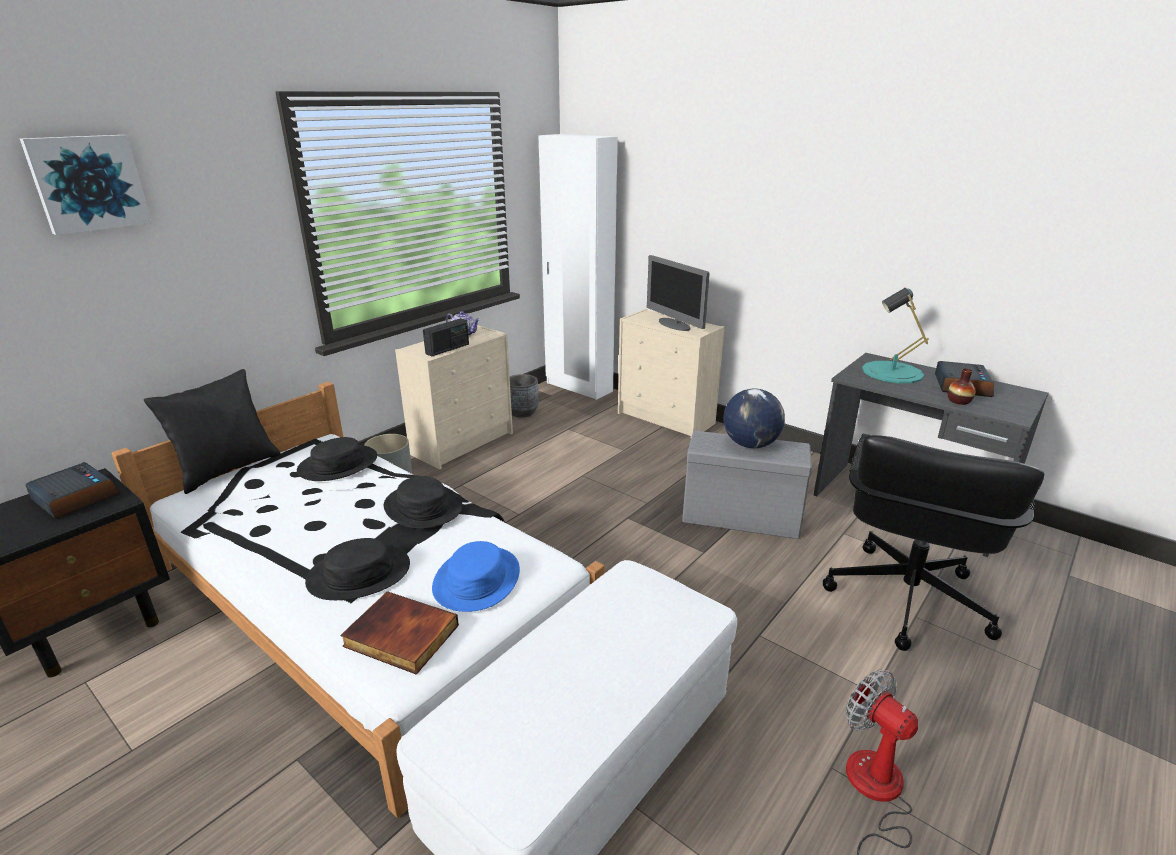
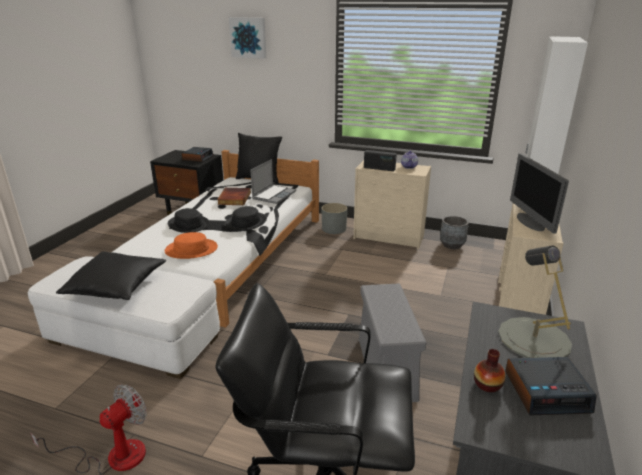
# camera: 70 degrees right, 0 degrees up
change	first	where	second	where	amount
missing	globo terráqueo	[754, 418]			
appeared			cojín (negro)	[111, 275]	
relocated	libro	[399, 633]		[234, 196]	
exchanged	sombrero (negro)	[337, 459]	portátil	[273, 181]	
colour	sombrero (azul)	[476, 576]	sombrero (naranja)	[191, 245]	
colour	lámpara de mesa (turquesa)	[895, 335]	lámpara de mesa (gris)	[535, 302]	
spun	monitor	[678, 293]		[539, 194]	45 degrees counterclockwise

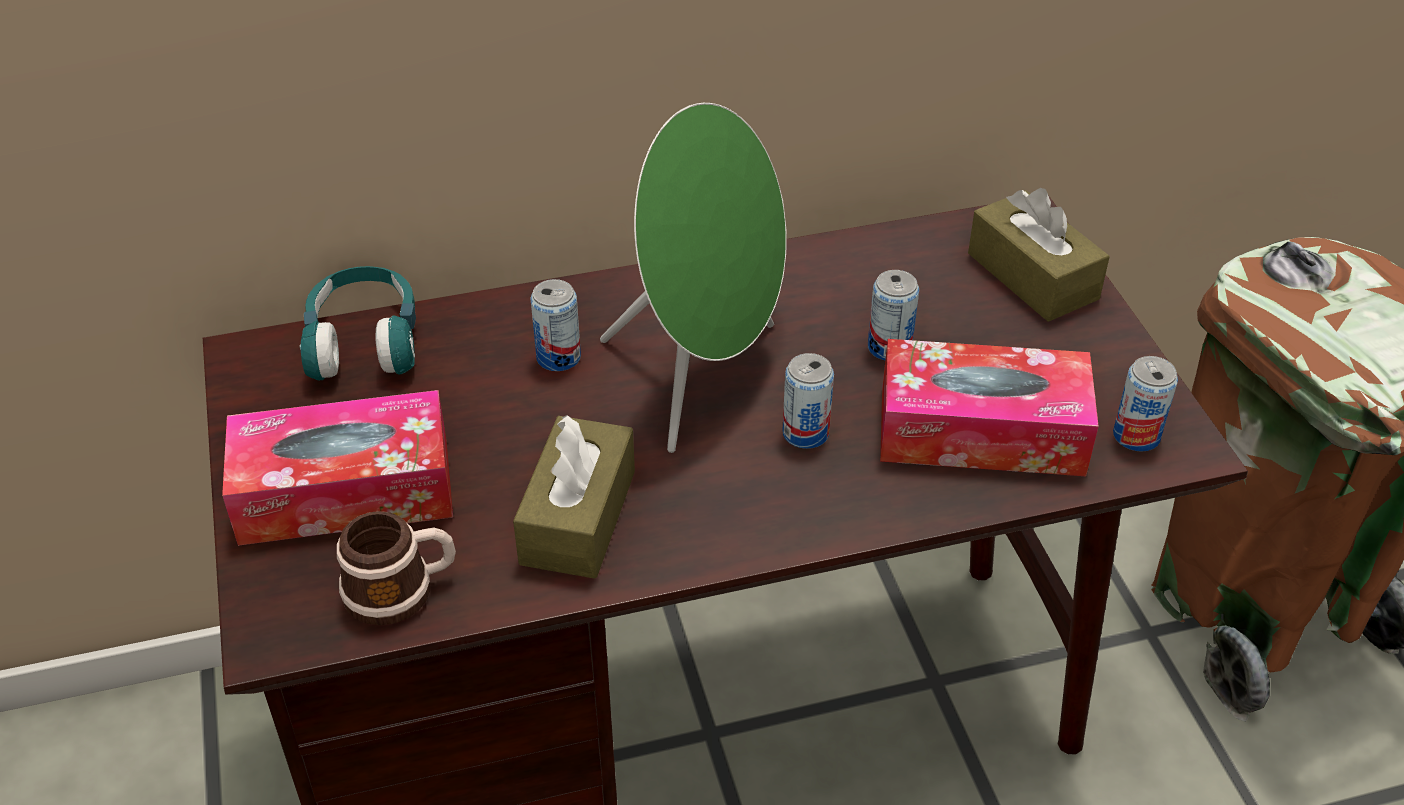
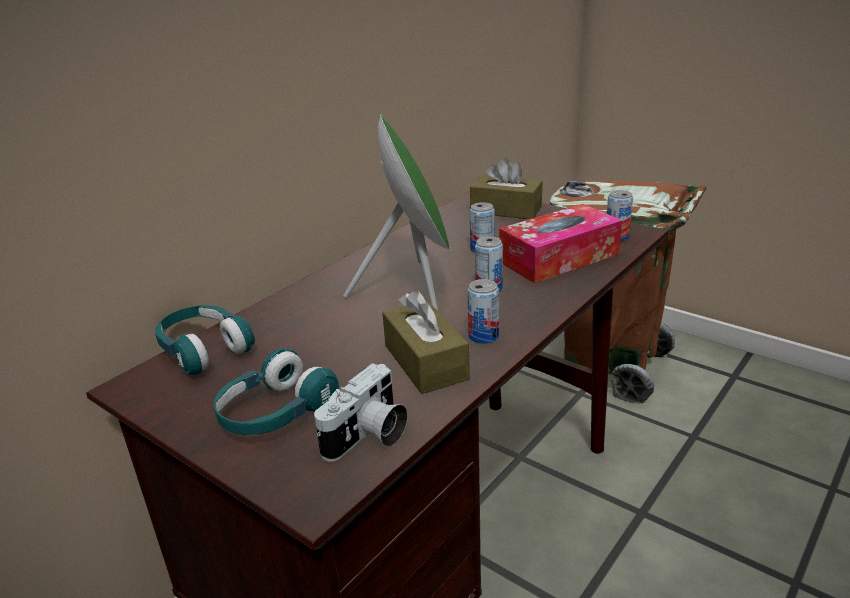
# camera: 35 degrees left, 15 degrees down
change	first	where	second	where	amount
relocated	lata	[555, 325]		[483, 311]	
exchanged	caja de pañuelos	[337, 468]	auriculares (turquesa)	[276, 391]	
exchanged	taza grande	[396, 568]	cámara	[361, 412]	

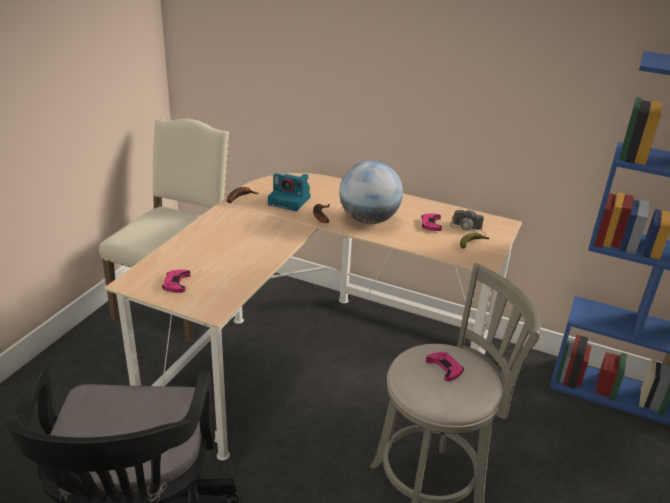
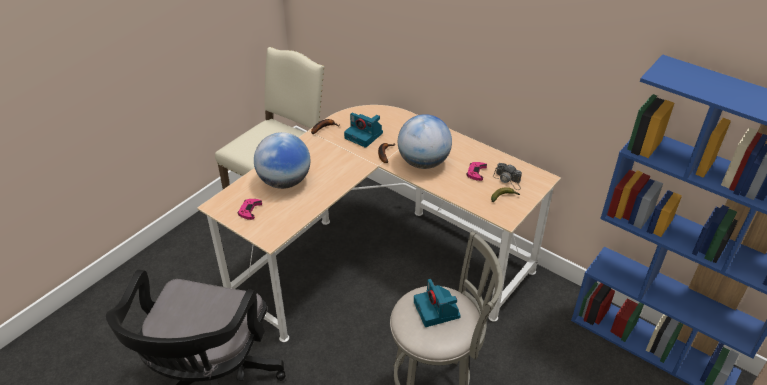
# camera: 15 degrees right, 10 degrees up
change	first	where	second	where	amount
appeared			globo terráqueo	[282, 160]	
exchanged	mando de consola (rosa)	[445, 366]	cámara	[437, 303]	

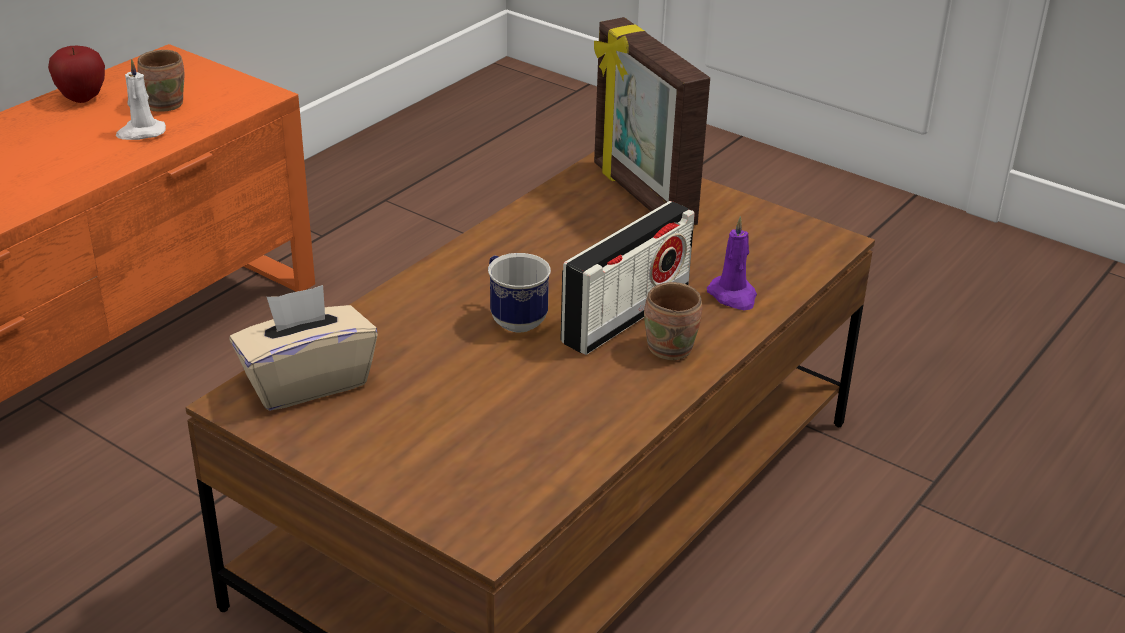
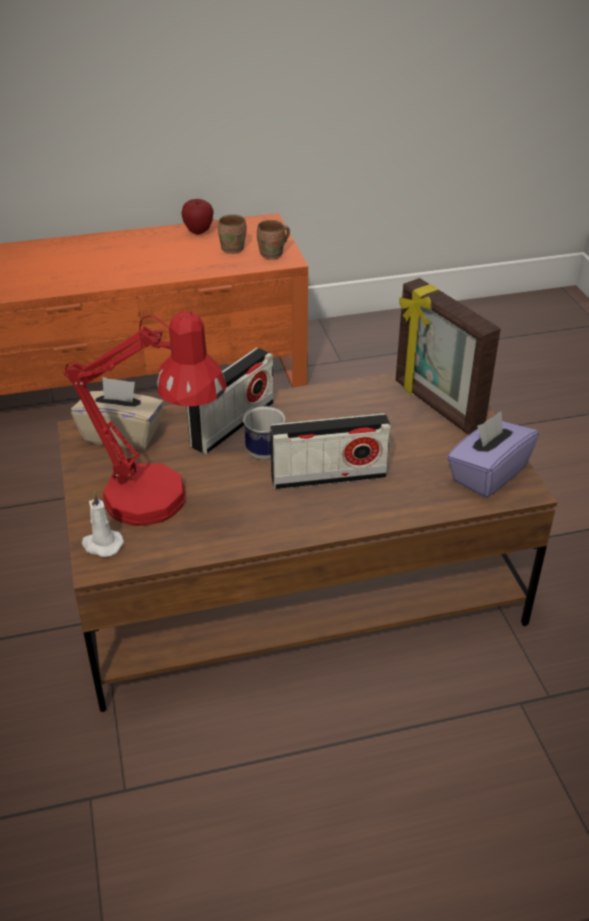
# camera: 40 degrees right, 5 degrees up
change	first	where	second	where	amount
missing	vela (morado)	[732, 263]			
appeared			lámpara de mesa (rojo)	[145, 418]	
appeared			radio	[230, 401]	
appeared			caja de pañuelos (morado)	[493, 454]	
relocated	vela (blanco)	[141, 99]		[103, 524]	
relocated	taza grande (marrón)	[673, 321]		[273, 240]	
spun	portarretratos	[652, 121]		[448, 356]	45 degrees counterclockwise

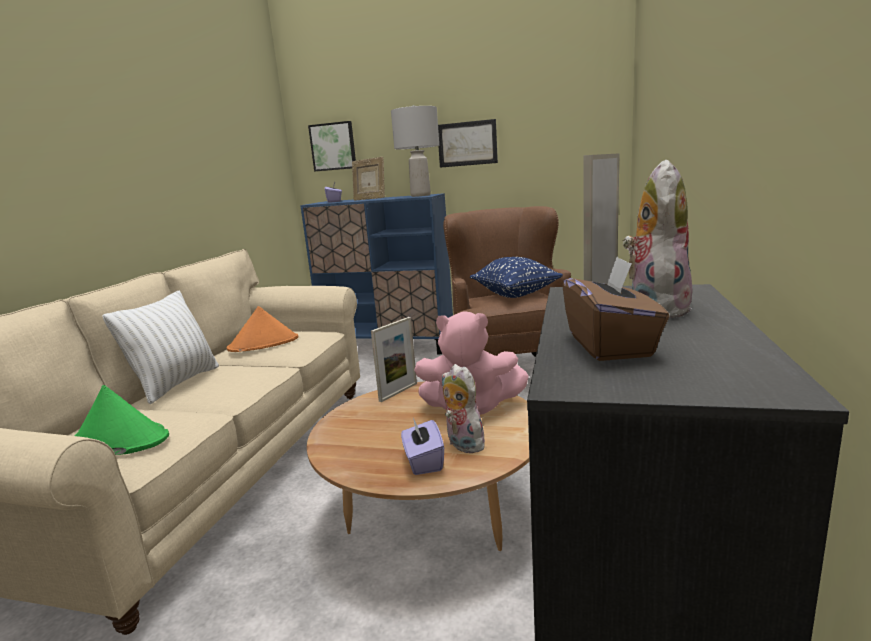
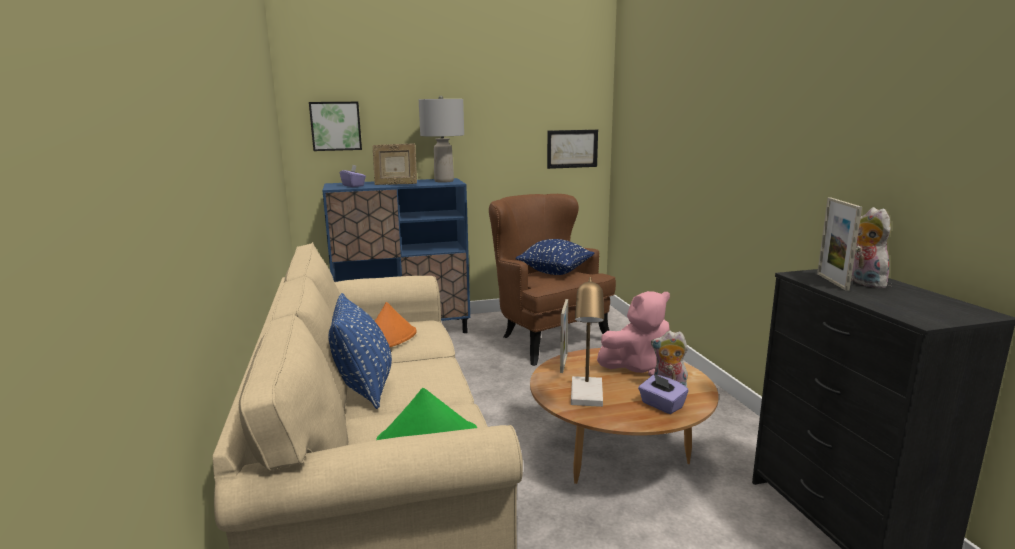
# camera: 30 degrees left, 0 degrees up
change	first	where	second	where	amount
missing	caja de pañuelos (marrón)	[615, 308]			
appeared			lámpara de mesa	[587, 342]	
relocated	cuadro	[468, 143]		[572, 149]	
colour	cojín (blanco)	[160, 347]	cojín (azul)	[360, 351]	

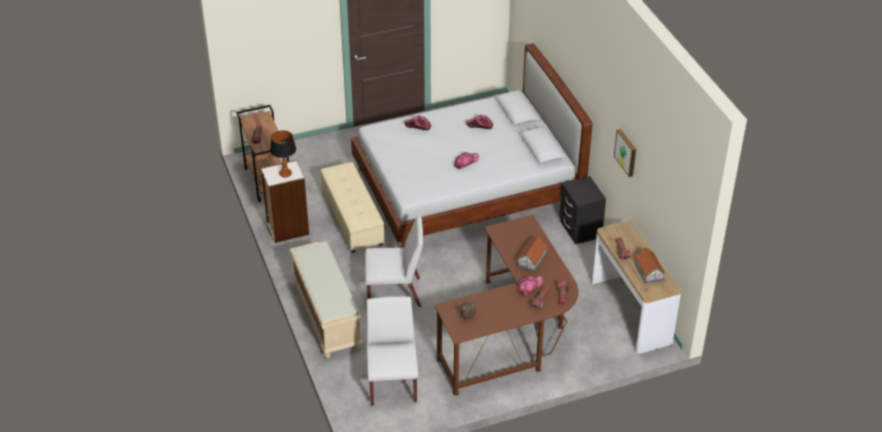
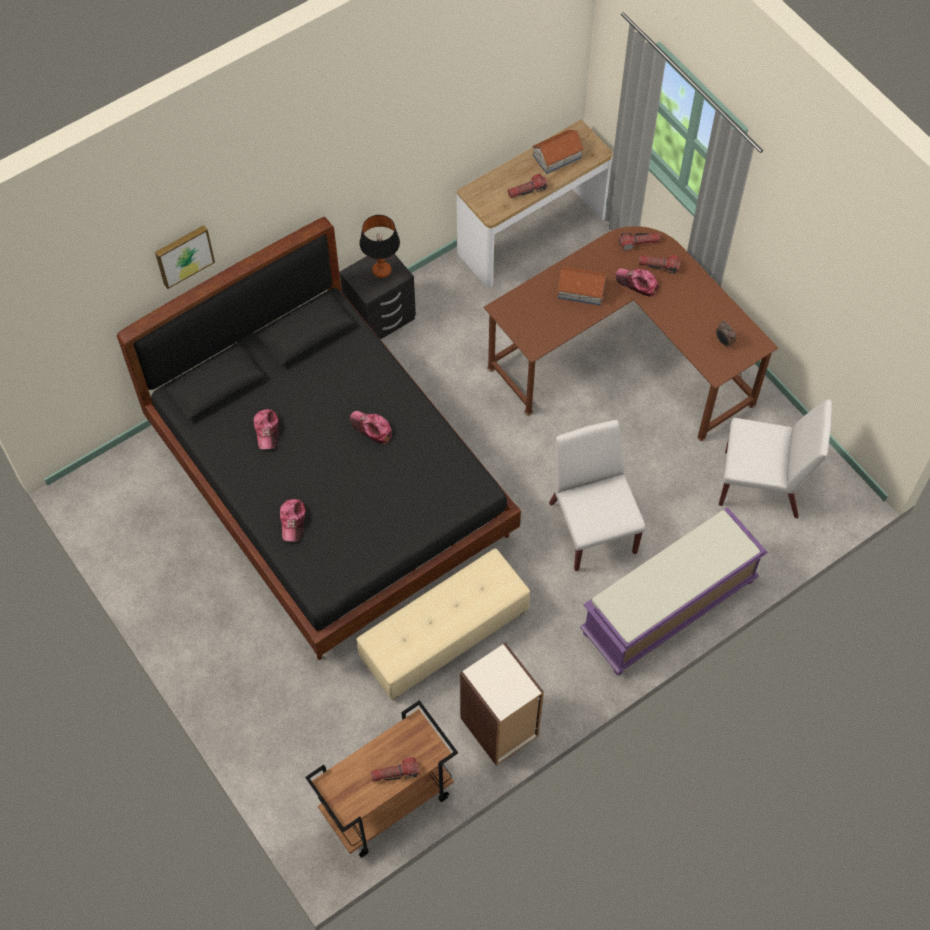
# camera: 105 degrees left, 20 degrees up
change	first	where	second	where	amount
relocated	lámpara de mesa	[283, 154]		[380, 246]	
relocated	cuadro	[625, 153]		[185, 257]	
colour	banco (beis)	[326, 299]	banco (morado)	[674, 591]	
colour	cama (blanco)	[471, 145]	cama (negro)	[319, 438]	
spun	silla (blanco)	[392, 350]		[775, 458]	150 degrees counterclockwise

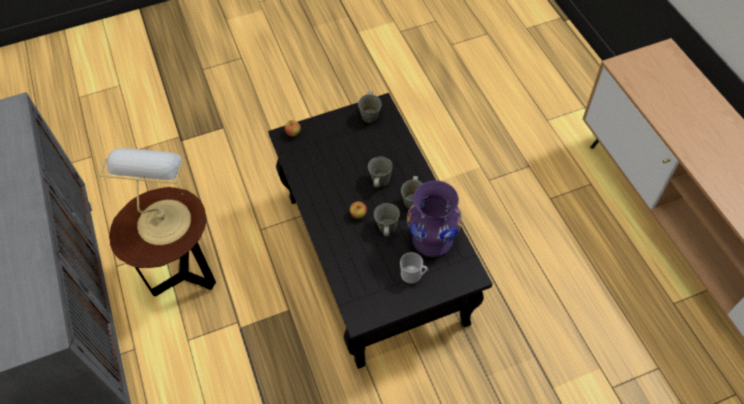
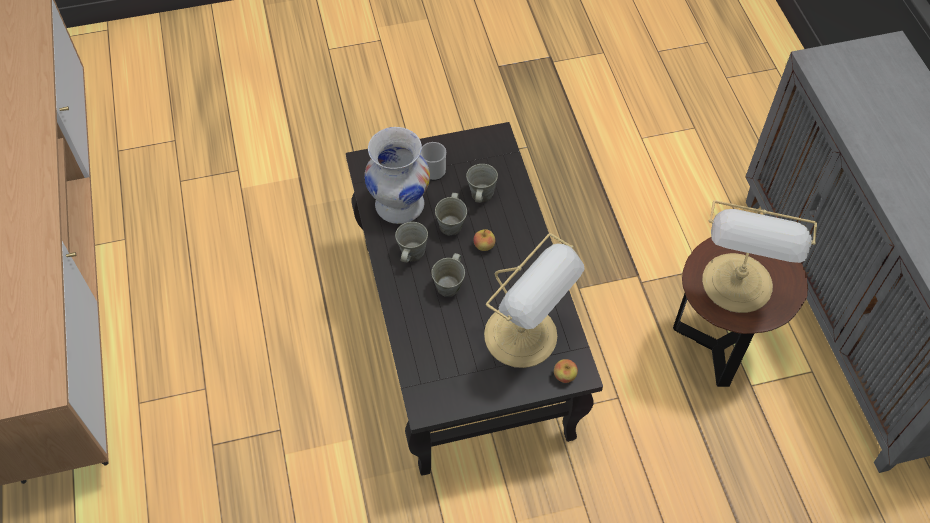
# camera: 175 degrees left, 0 degrees up
change	first	where	second	where	amount
appeared			lámpara de mesa	[534, 300]	
relocated	taza grande (gris)	[370, 107]		[482, 183]	
colour	florero (morado)	[434, 218]	florero (blanco)	[397, 175]	

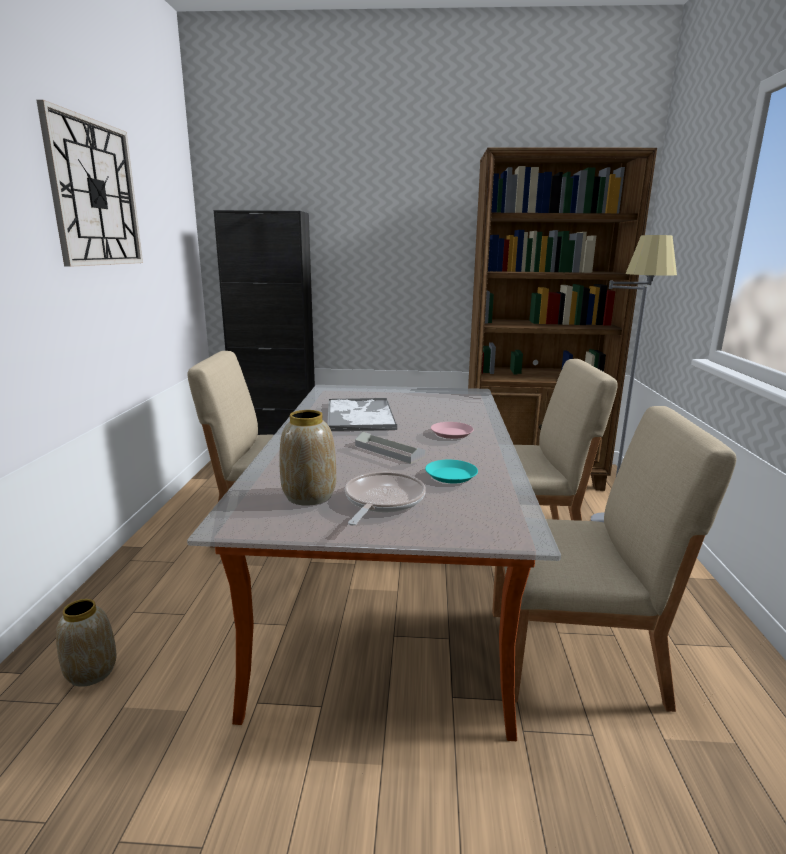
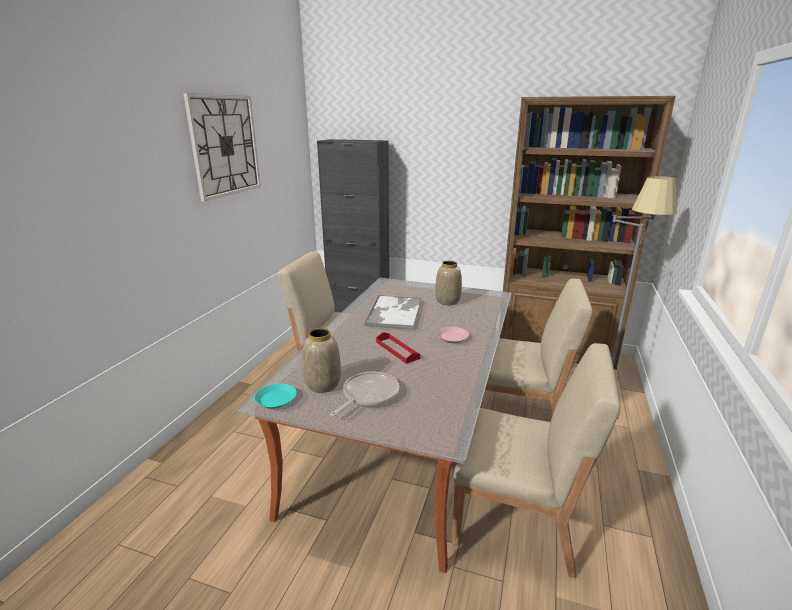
# camera: 15 degrees right, 5 degrees up
change	first	where	second	where	amount
relocated	florero	[86, 643]		[448, 283]	
relocated	plato (turquesa)	[451, 471]		[275, 395]	
colour	bandeja (gris)	[390, 448]	bandeja (rojo)	[398, 348]	

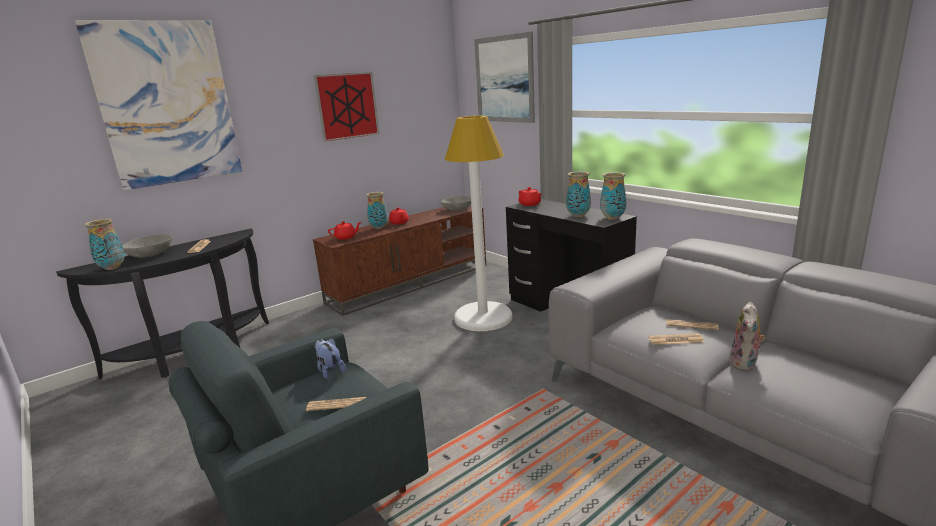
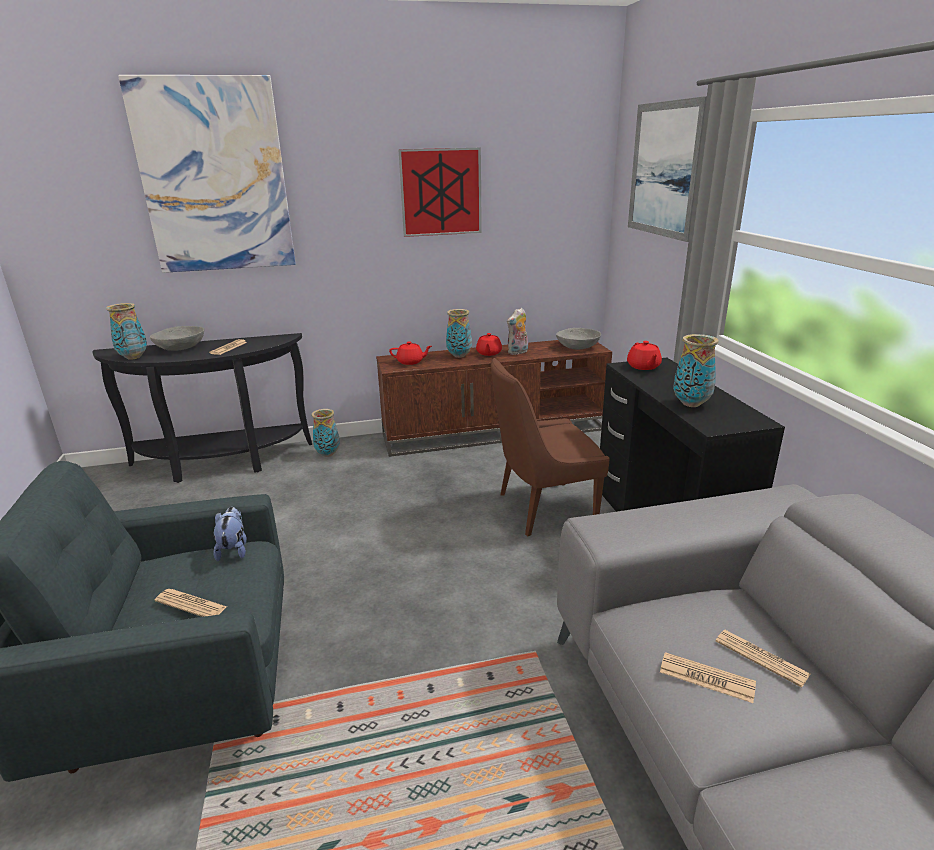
# camera: 25 degrees right, 5 degrees up
change	first	where	second	where	amount
relocated	florero	[613, 196]		[325, 433]	
relocated	peluche	[747, 336]		[517, 331]	
exchanged	lámpara de pie (blanco)	[478, 223]	silla (marrón)	[550, 447]	

